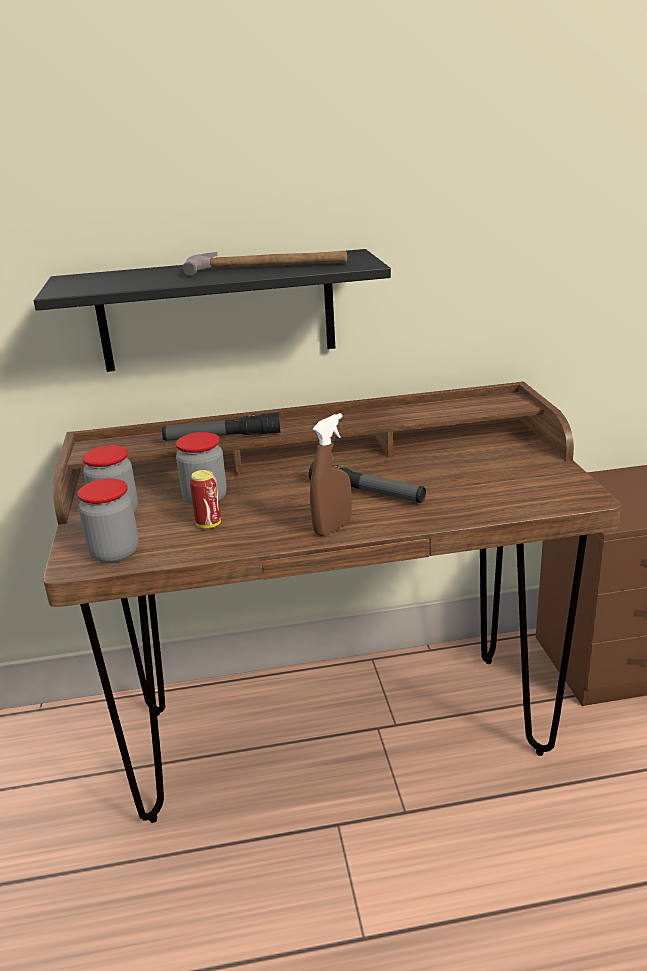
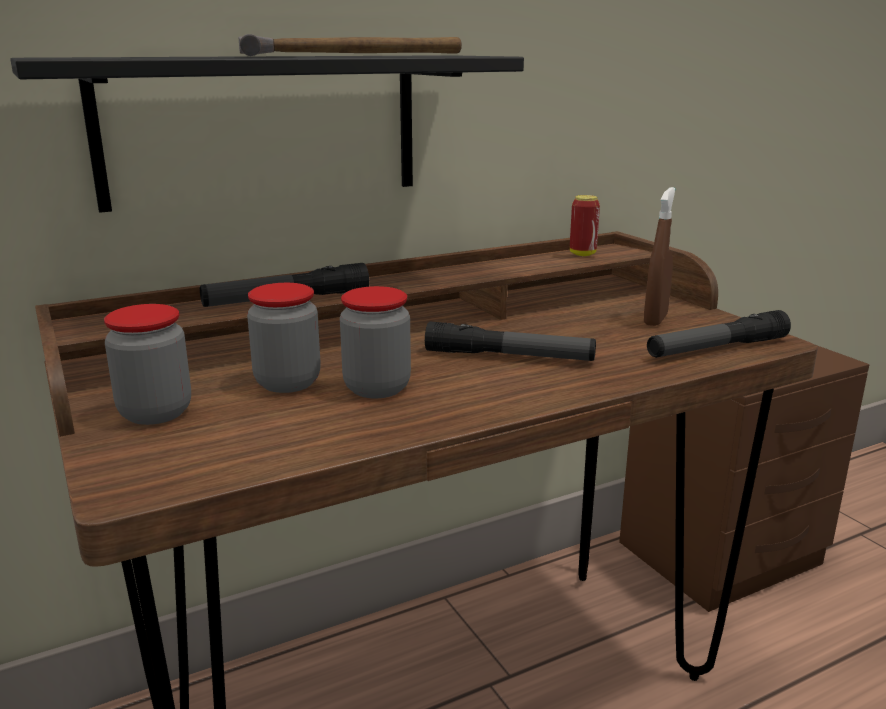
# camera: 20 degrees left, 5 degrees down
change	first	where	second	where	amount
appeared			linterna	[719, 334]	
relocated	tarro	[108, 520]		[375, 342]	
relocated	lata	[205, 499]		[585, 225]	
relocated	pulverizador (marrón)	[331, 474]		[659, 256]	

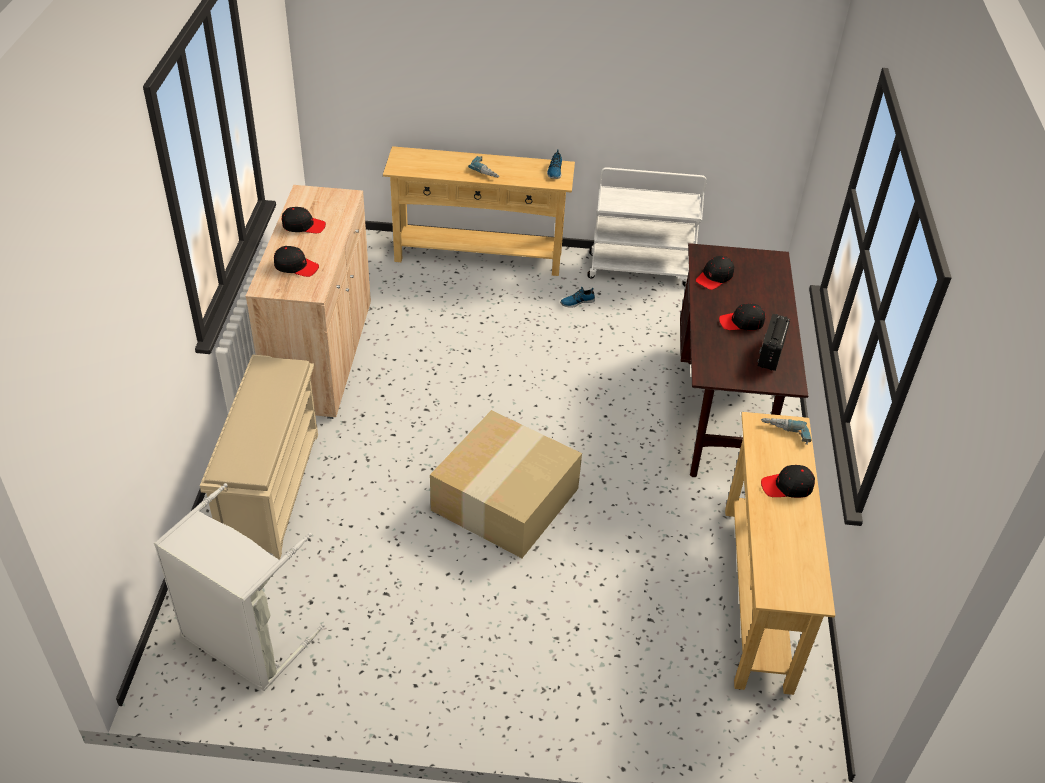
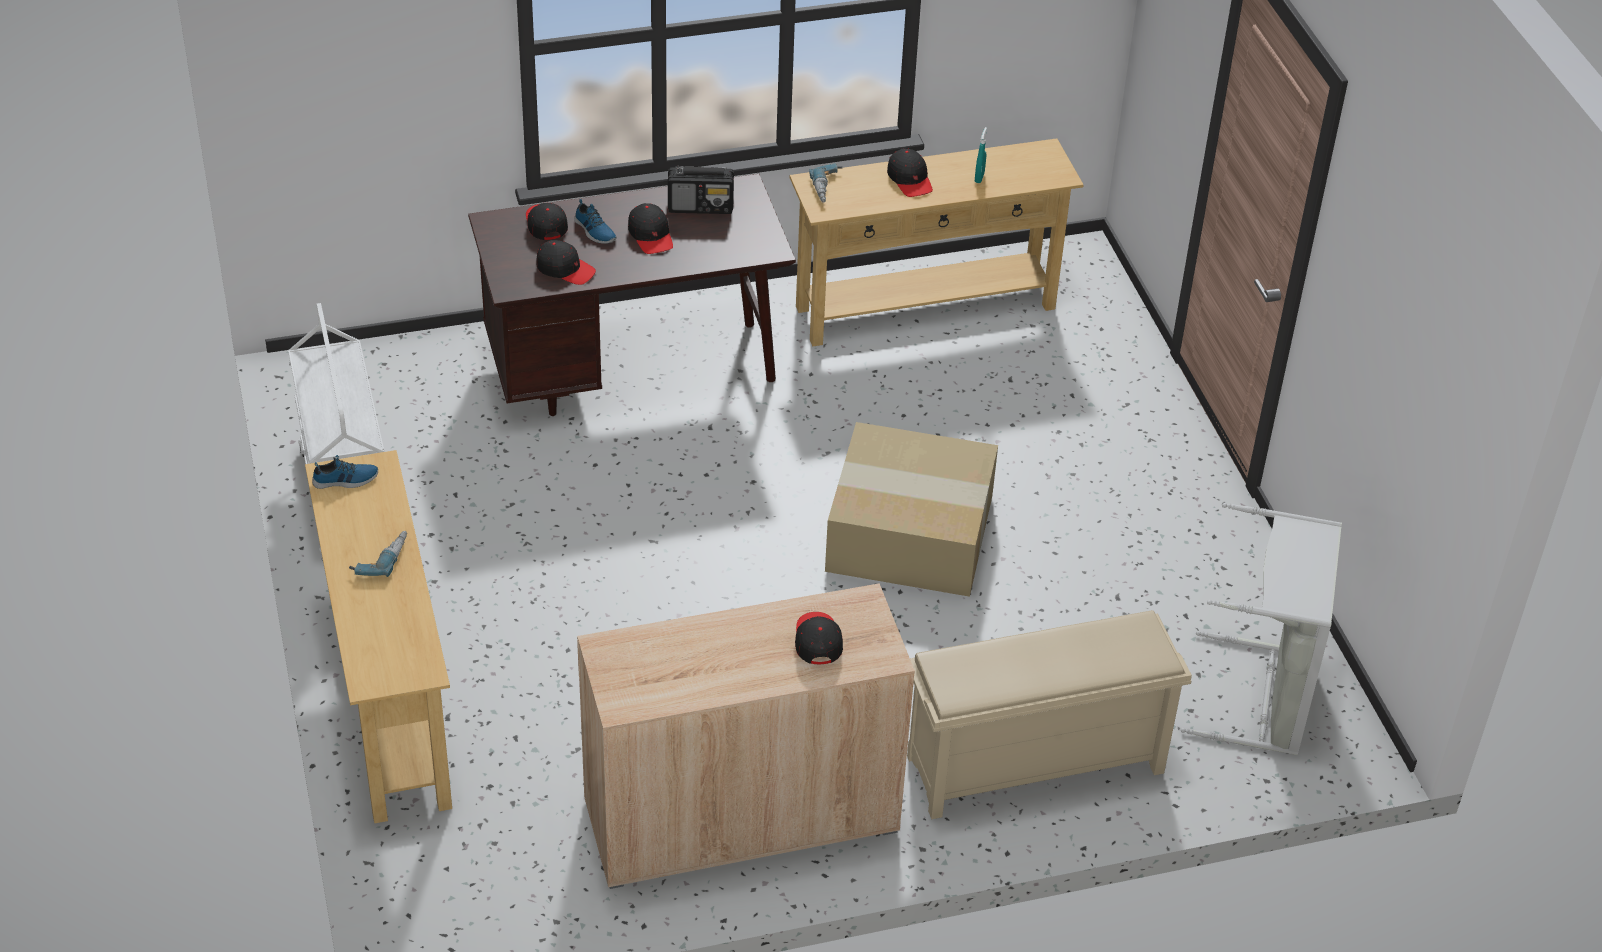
# camera: 110 degrees left, 0 degrees up
change	first	where	second	where	amount
appeared			pulverizador (turquesa)	[981, 155]	
relocated	gorra (negro)	[304, 220]		[547, 221]	
relocated	zapato	[577, 297]		[595, 221]	

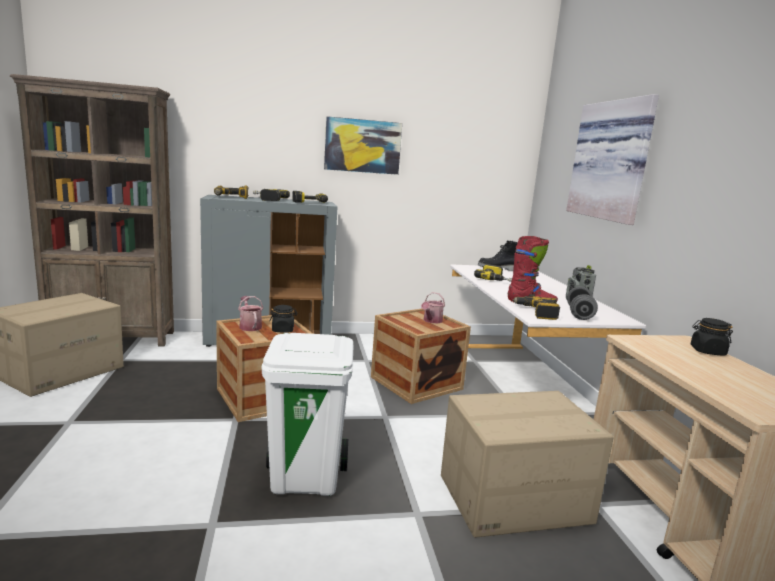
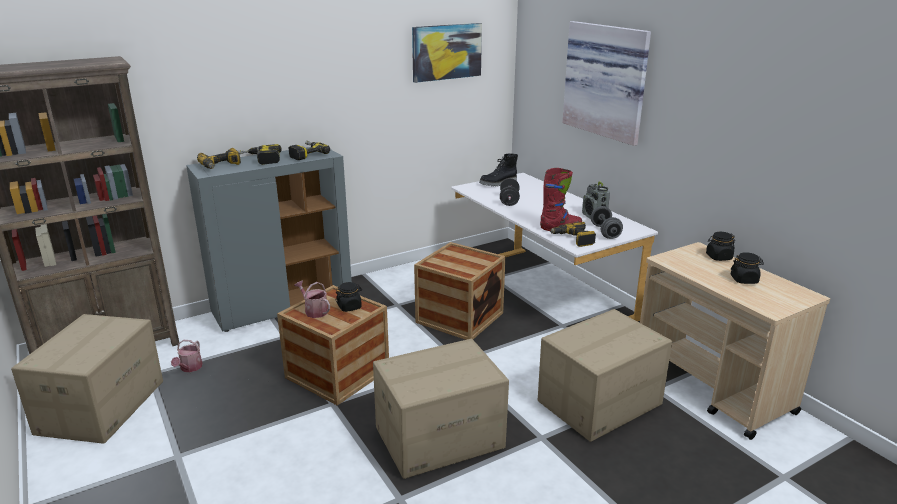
# camera: 20 degrees left, 10 degrees up
change	first	where	second	where	amount
appeared			tarro (negro)	[747, 268]	
relocated	cuadro	[363, 145]		[447, 53]	
relocated	regadera	[433, 307]		[187, 356]	
exchanged	papelera (blanco)	[307, 414]	caja de cartón	[441, 409]	
exchanged	taladro	[493, 273]	mancuerna (negro)	[510, 192]	

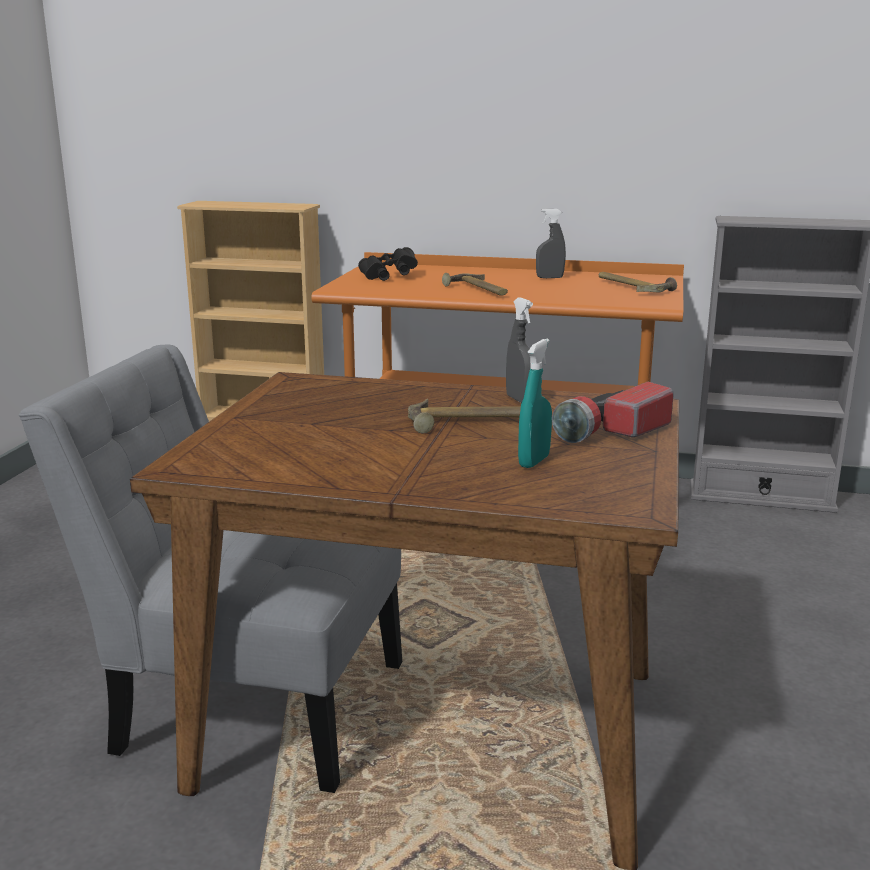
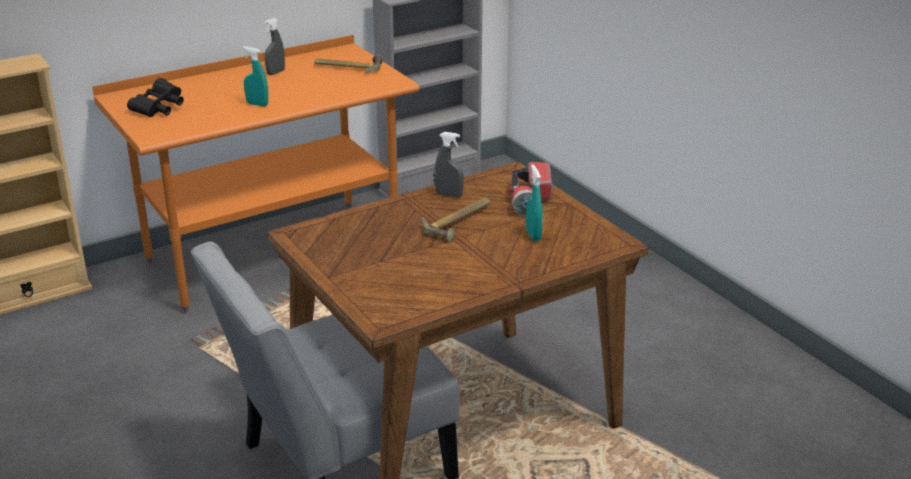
# camera: 45 degrees left, 10 degrees up
change	first	where	second	where	amount
exchanged	martillo	[475, 284]	pulverizador (turquesa)	[255, 77]	

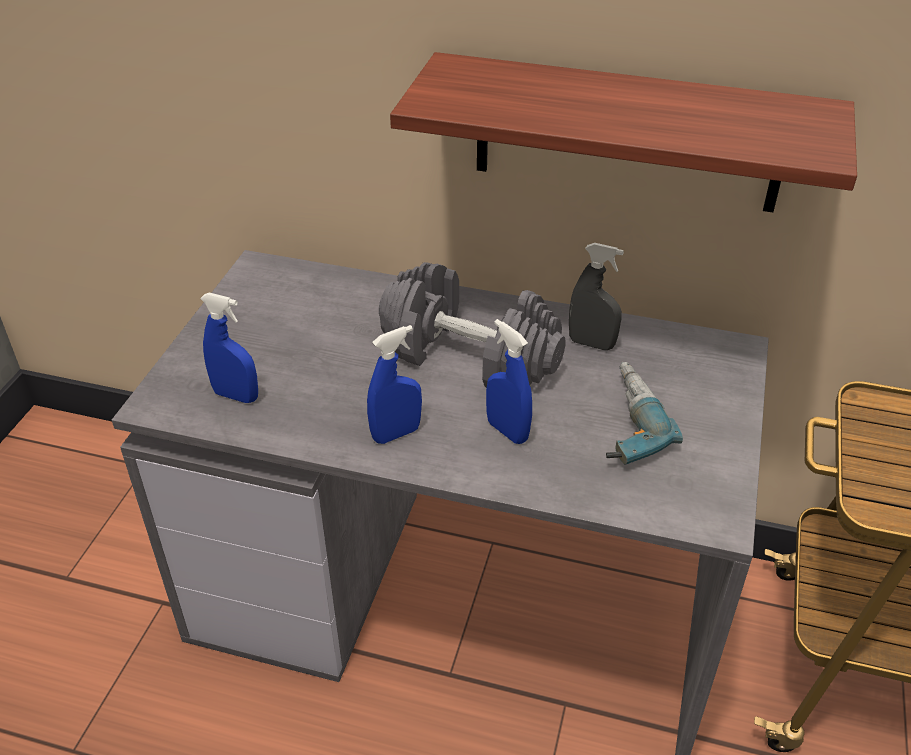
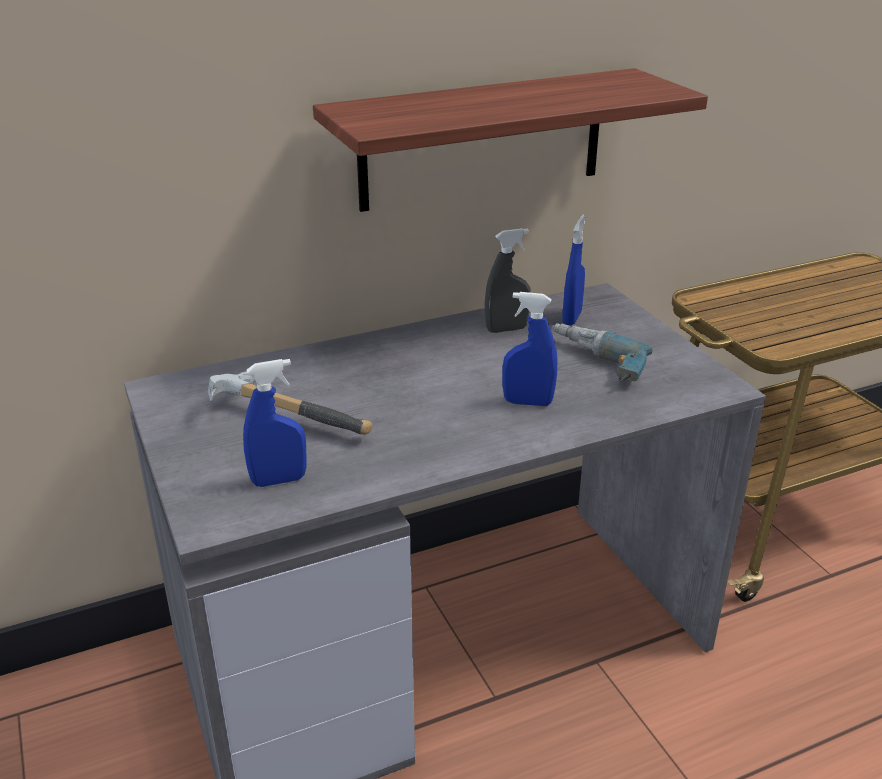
# camera: 40 degrees left, 10 degrees down
change	first	where	second	where	amount
missing	mancuerna (gris)	[472, 325]			
appeared			martillo	[290, 403]	
relocated	pulverizador (azul)	[394, 384]		[574, 270]	

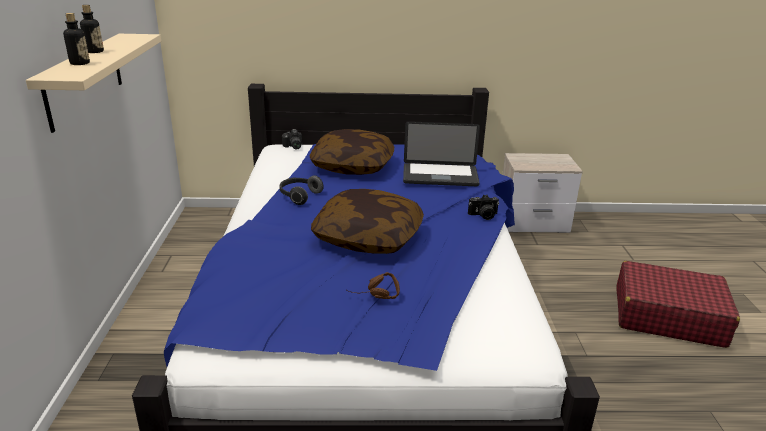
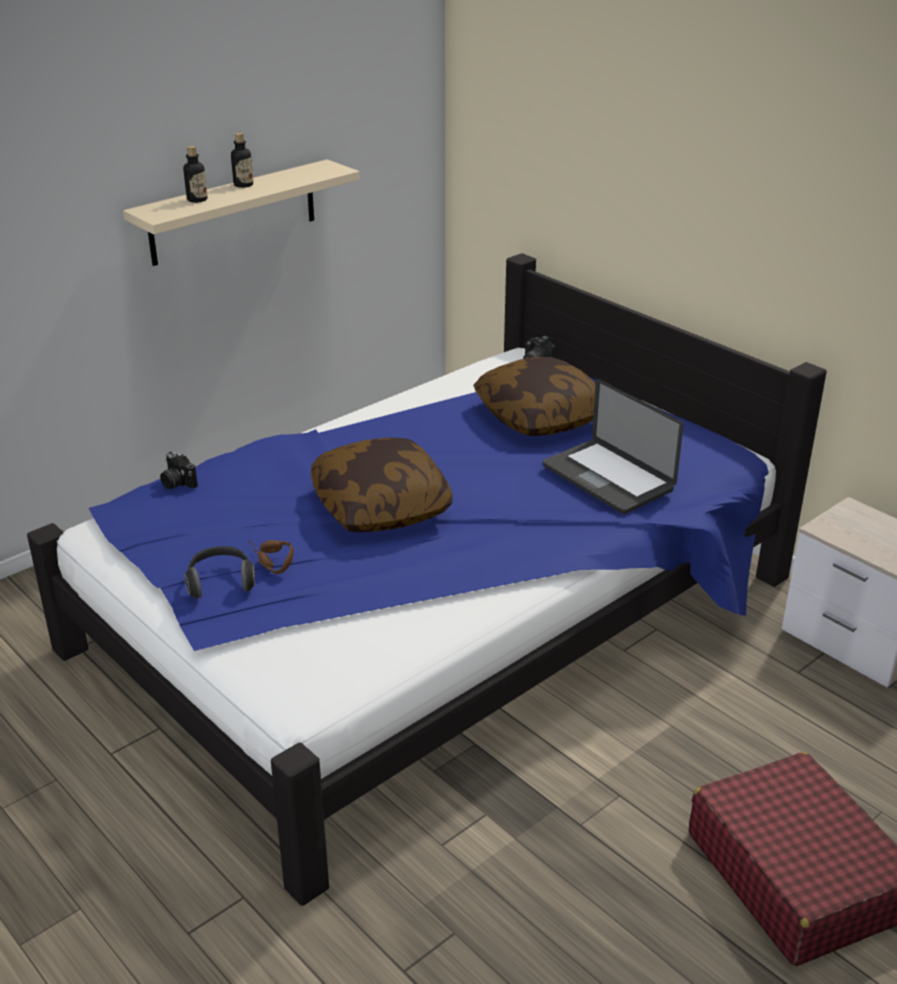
# camera: 50 degrees right, 5 degrees up
change	first	where	second	where	amount
relocated	auriculares	[301, 190]		[219, 572]	
relocated	cámara	[483, 207]		[179, 470]	

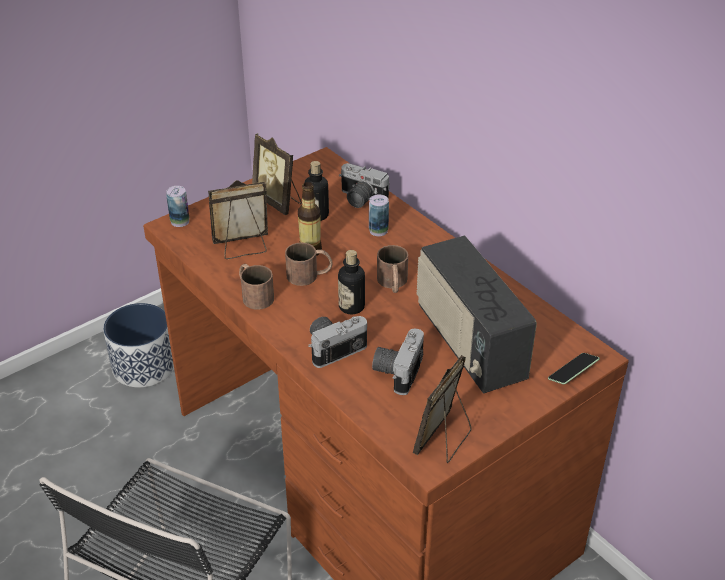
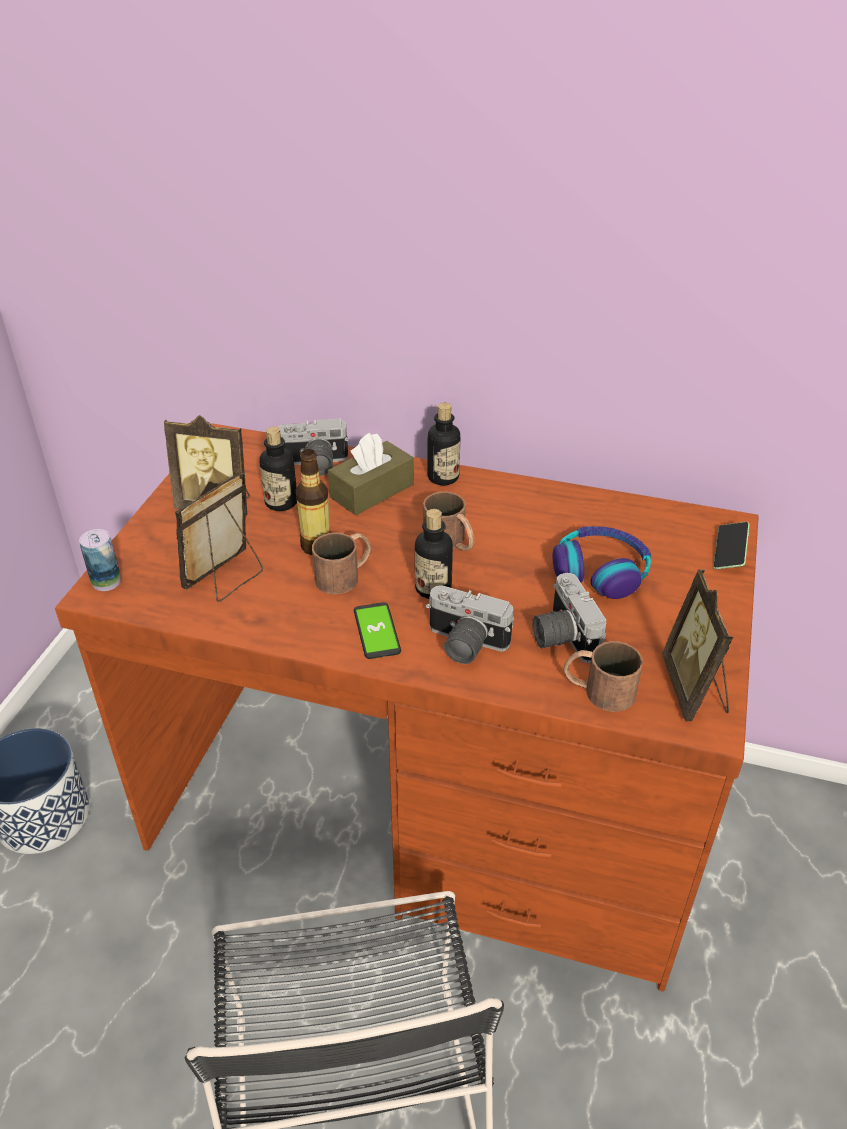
# camera: 35 degrees left, 0 degrees up
change	first	where	second	where	amount
appeared			móvil	[377, 630]	
appeared			botella	[444, 444]	
relocated	taza grande (marrón)	[256, 287]		[603, 676]	
exchanged	lata	[379, 215]	caja de pañuelos (marrón)	[371, 474]	
exchanged	radio	[477, 314]	auriculares	[602, 562]	
spun	cámara	[337, 342]		[470, 624]	90 degrees counterclockwise

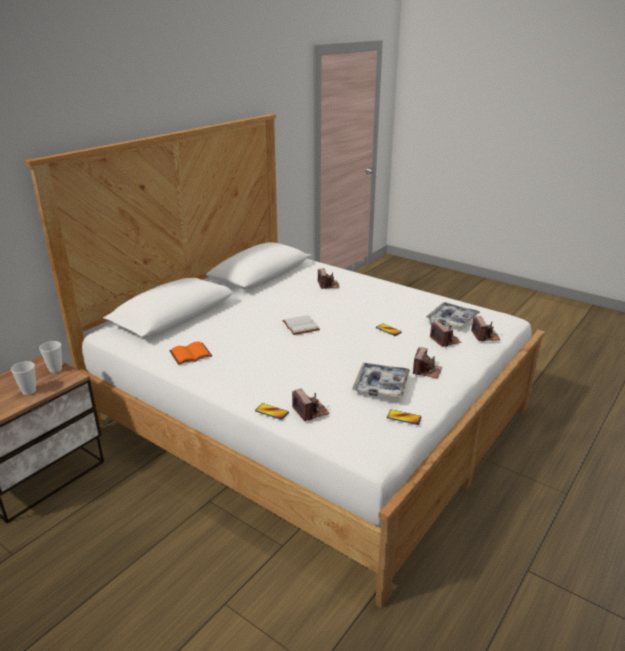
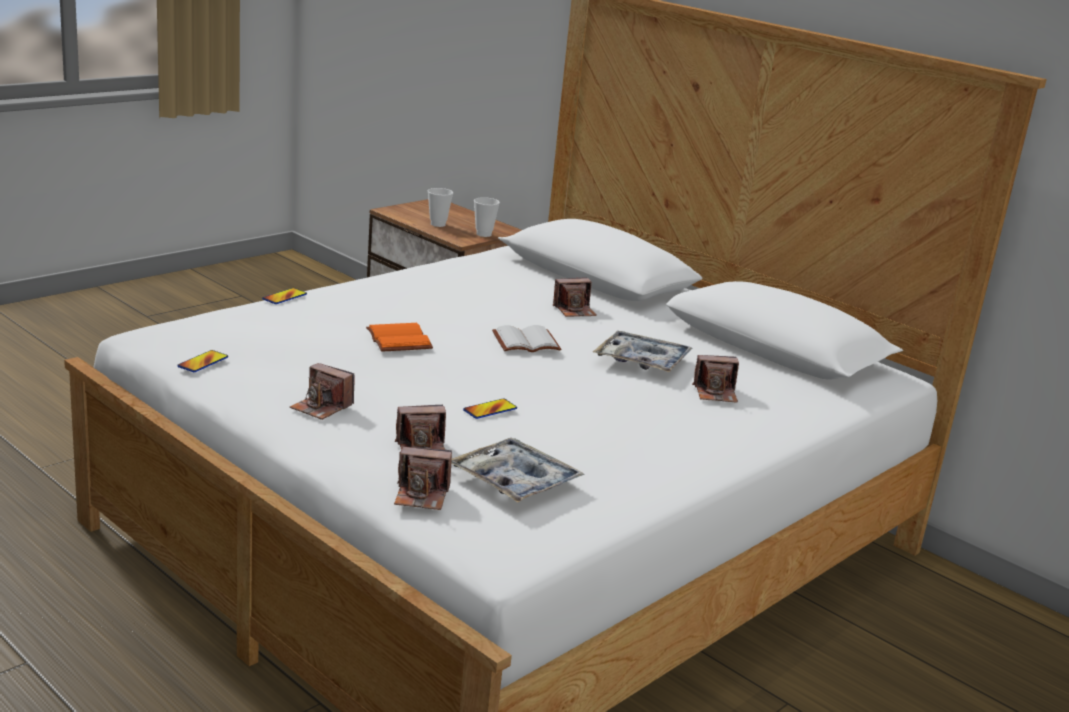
# camera: 95 degrees right, 5 degrees down
change	first	where	second	where	amount
relocated	libro (naranja)	[190, 353]		[399, 337]	
relocated	cámara	[310, 405]		[575, 297]	
relocated	bandeja	[381, 380]		[642, 352]	

